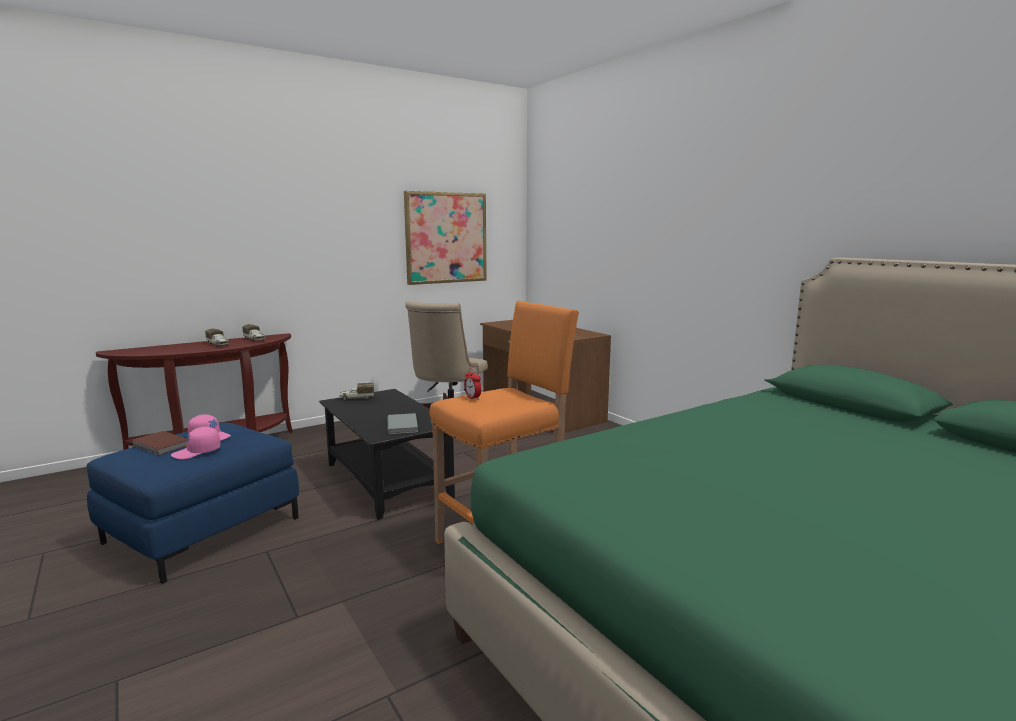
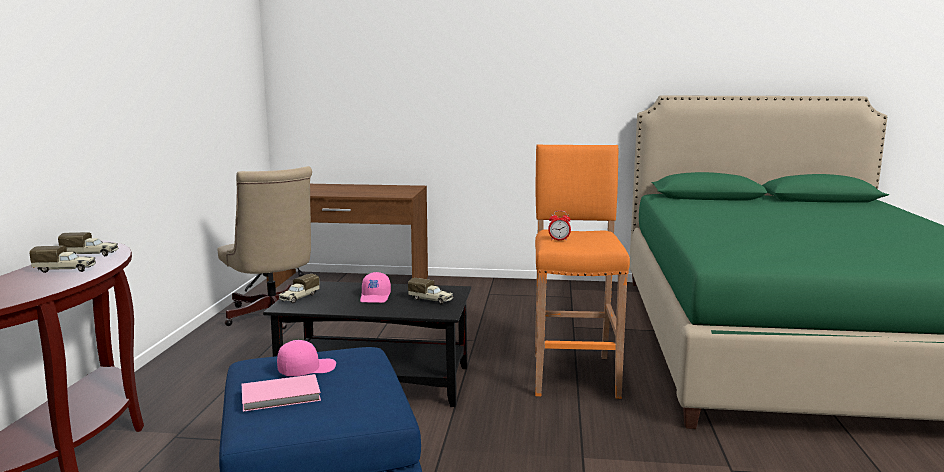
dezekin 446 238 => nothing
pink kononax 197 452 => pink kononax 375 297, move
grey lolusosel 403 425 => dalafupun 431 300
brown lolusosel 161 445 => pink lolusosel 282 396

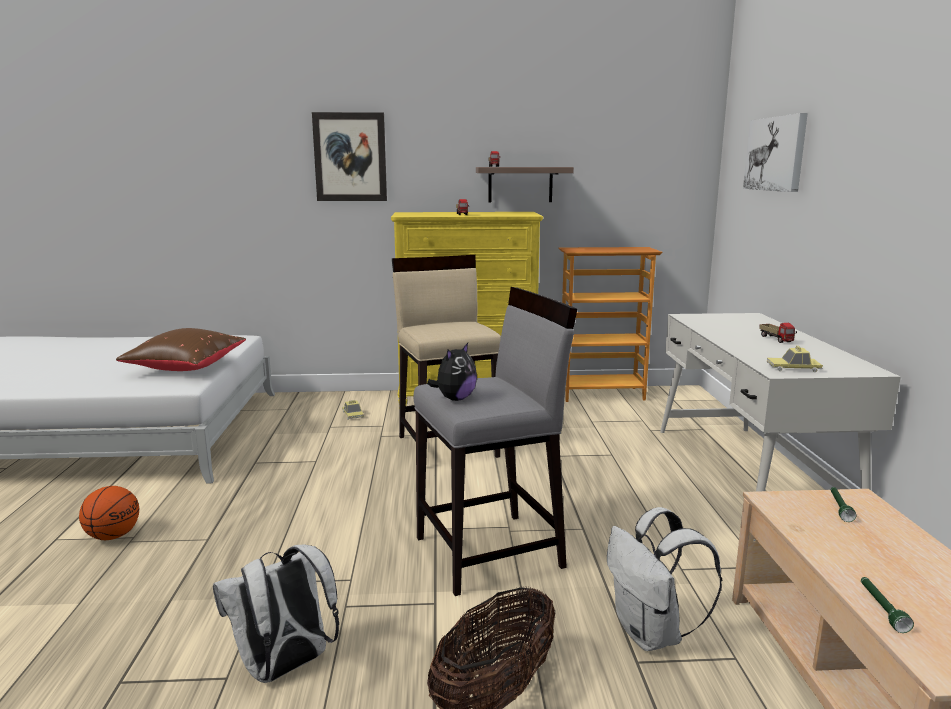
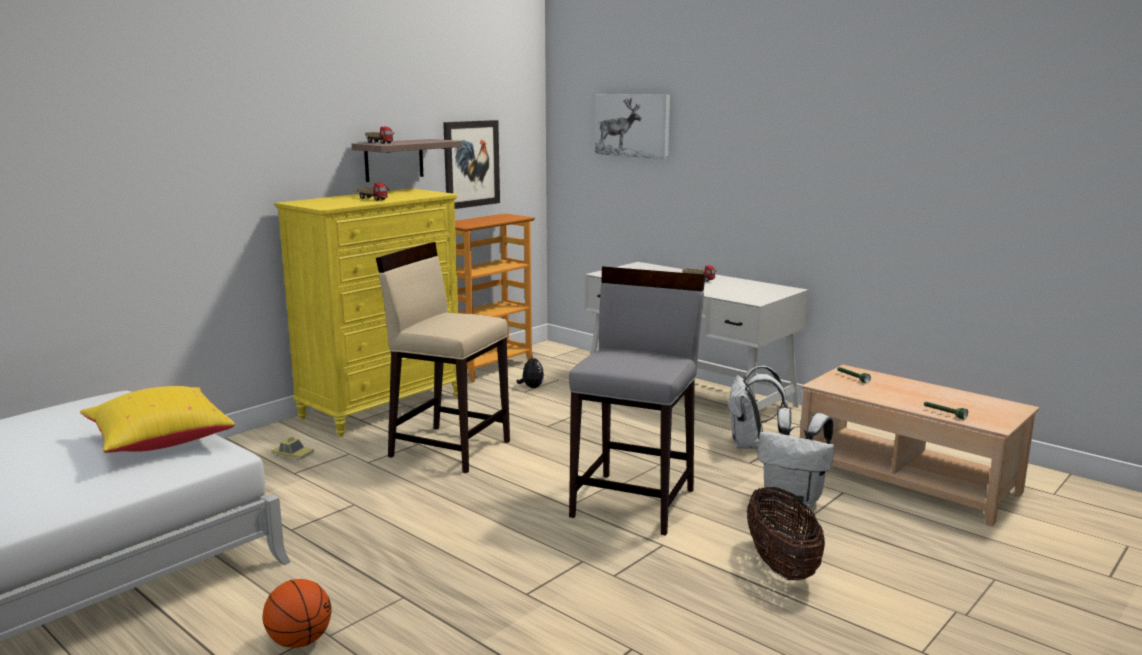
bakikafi 793 368 => nothing
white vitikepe 285 668 => white vitikepe 750 445, move
dezekin 350 157 => dezekin 471 164, move
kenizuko 455 399 => kenizuko 531 387, move
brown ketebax 185 368 => yellow ketebax 159 442

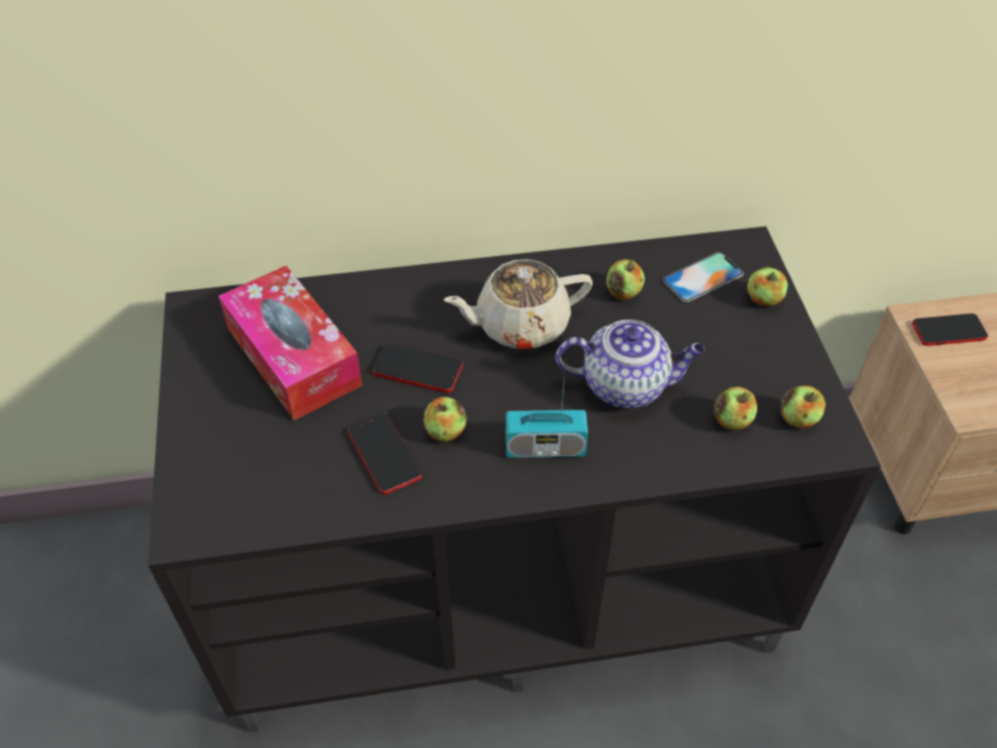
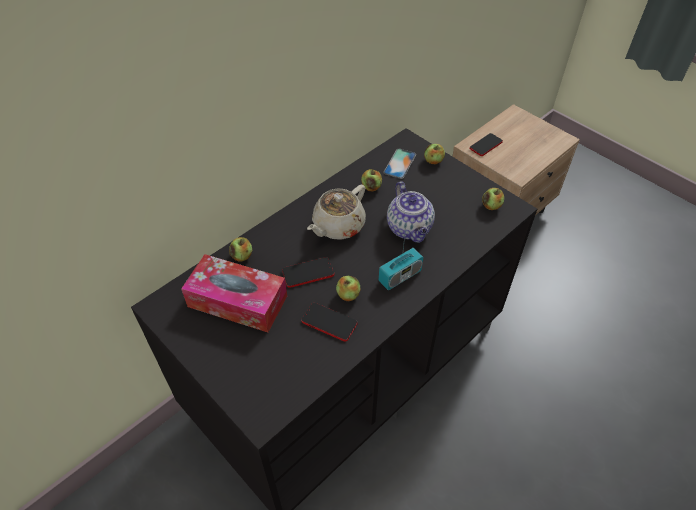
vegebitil 732 420 => vegebitil 242 256, move
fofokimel 626 385 => fofokimel 410 229, 105 degrees clockwise

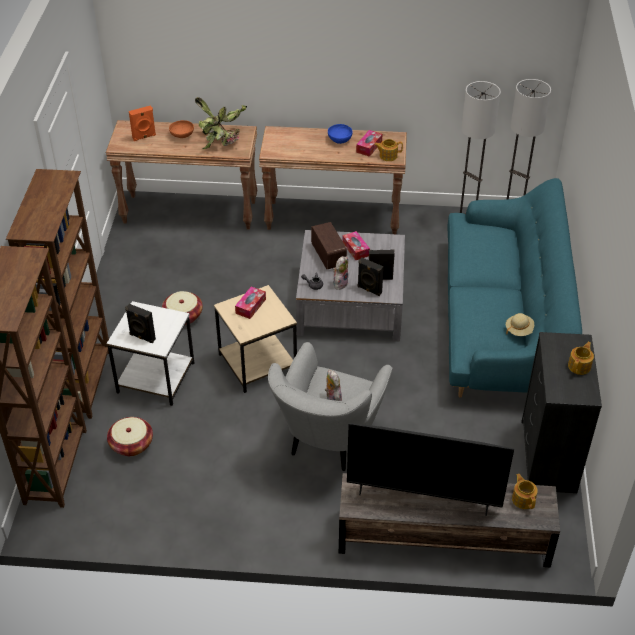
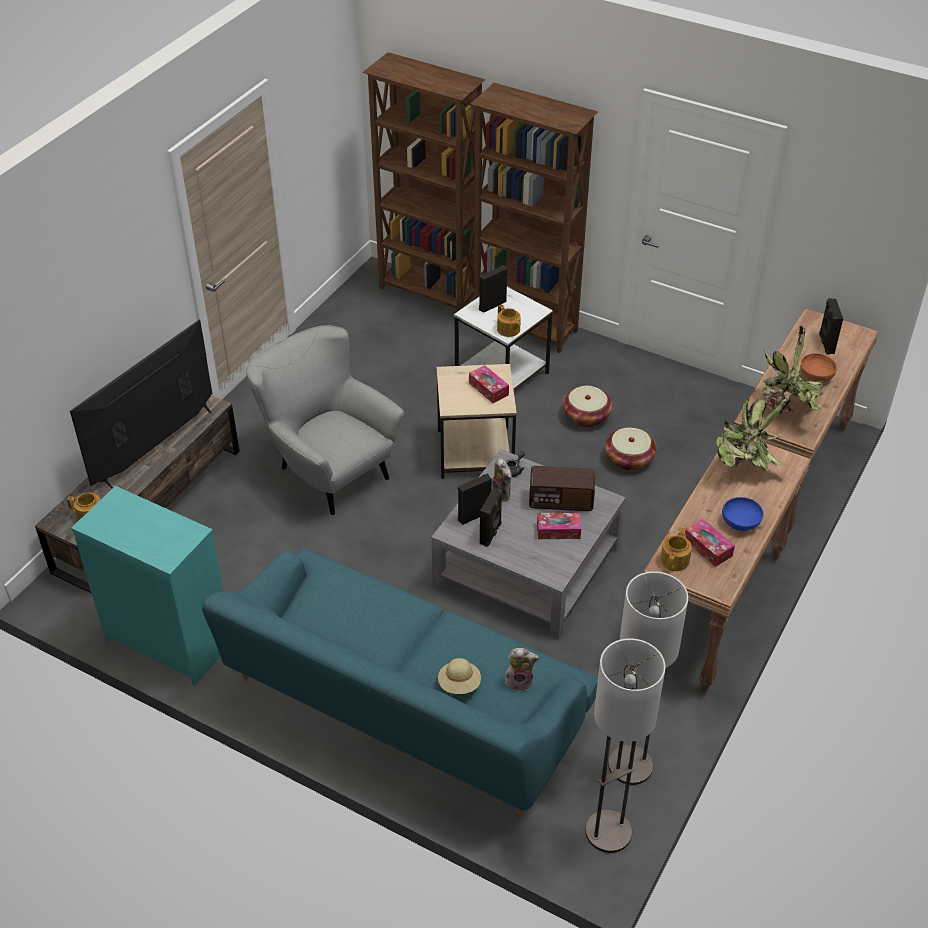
nothing => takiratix 744 466
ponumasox 131 444 => ponumasox 629 459, move
kenizuko 332 399 => kenizuko 520 681, move
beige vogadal 519 330 => beige vogadal 459 684, move
fofokimel 580 366 => fofokimel 508 330, move
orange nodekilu 144 137 => black nodekilu 825 344
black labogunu 547 456 => turquoise labogunu 170 640

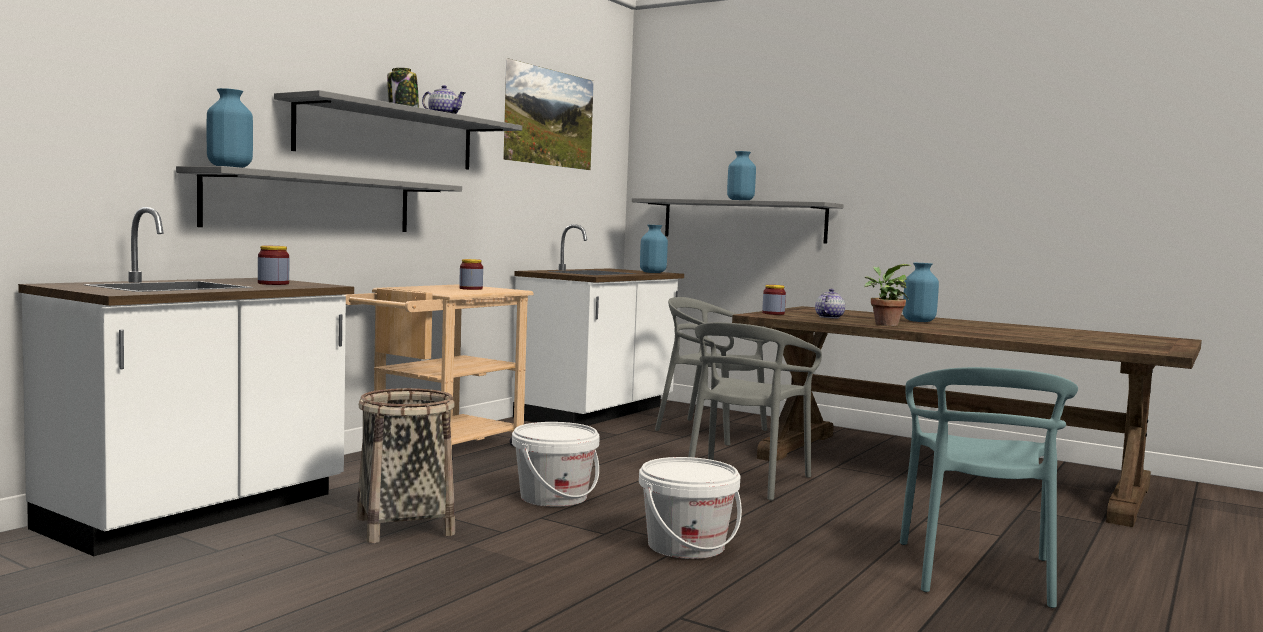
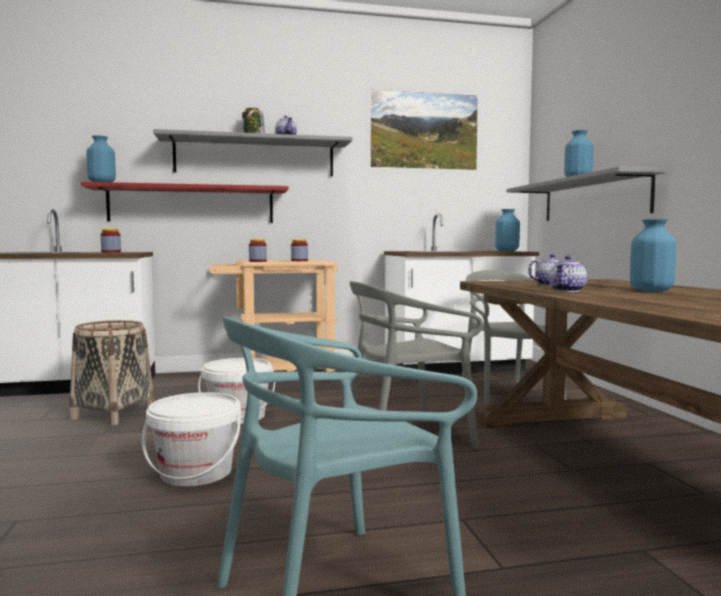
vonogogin 773 313 => vonogogin 257 261, move
takiratix 884 324 => fofokimel 568 291
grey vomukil 312 203 => red vomukil 192 205

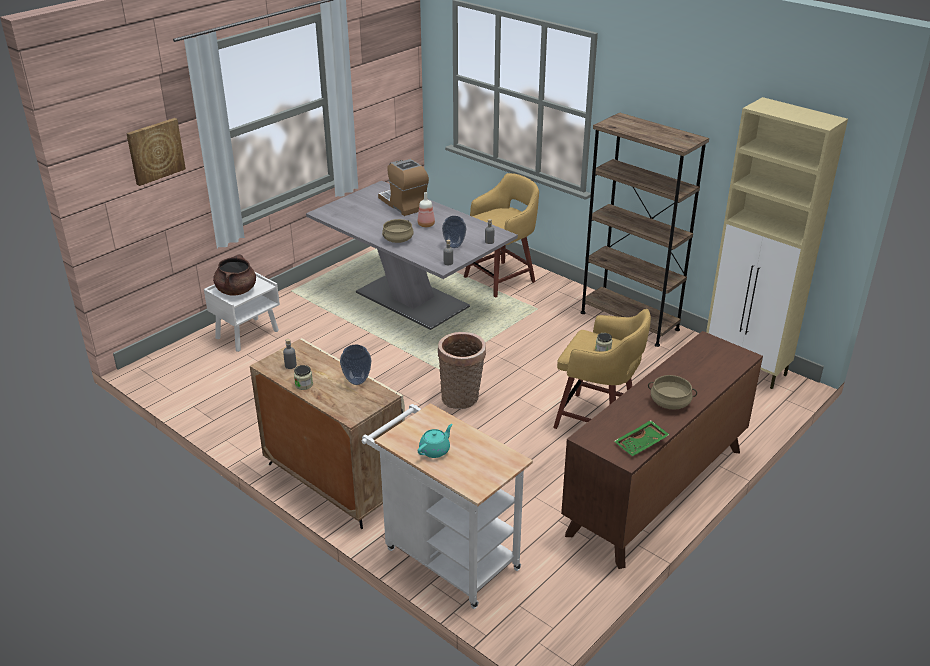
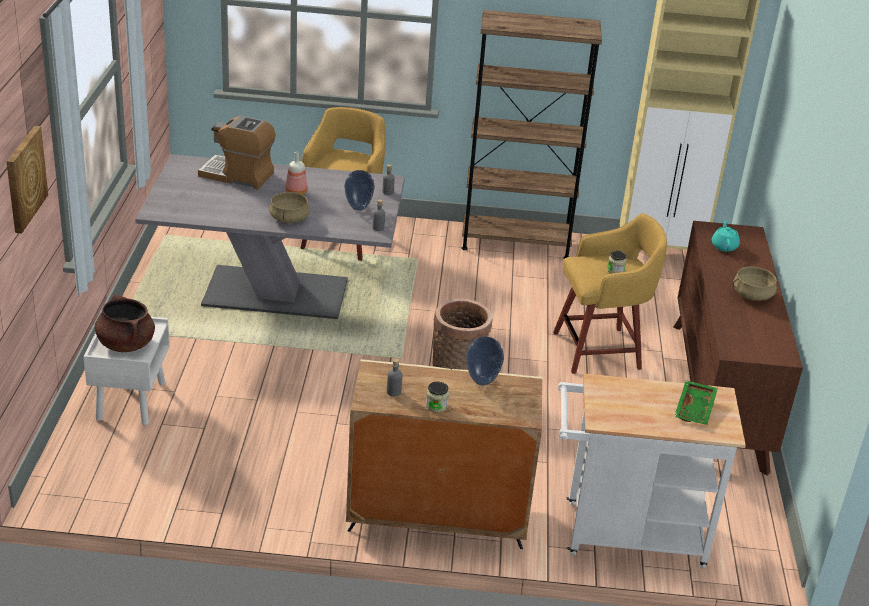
turquoise fofokimel 435 450 => turquoise fofokimel 724 246, move
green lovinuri 641 444 => green lovinuri 695 409, move

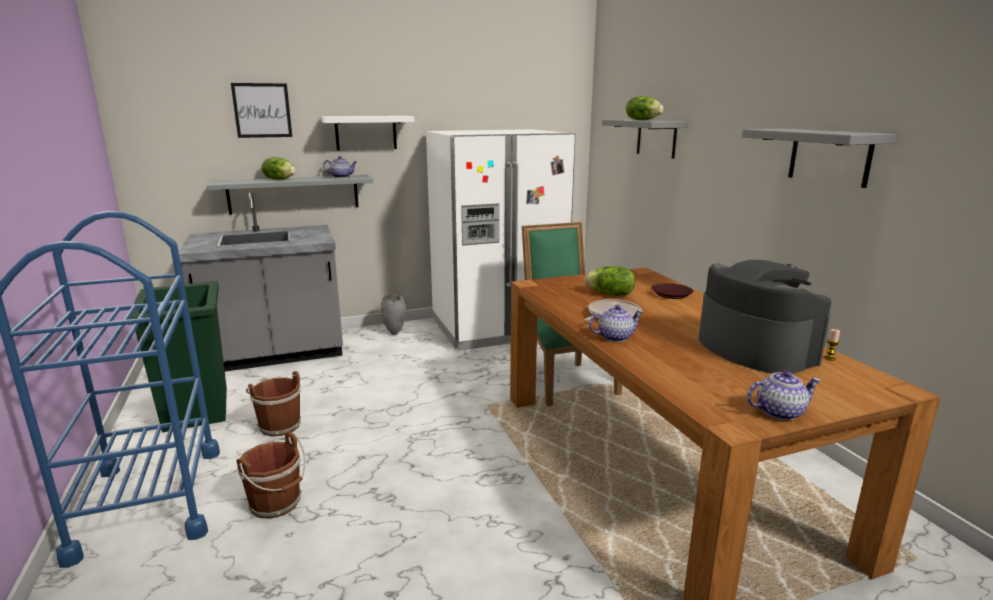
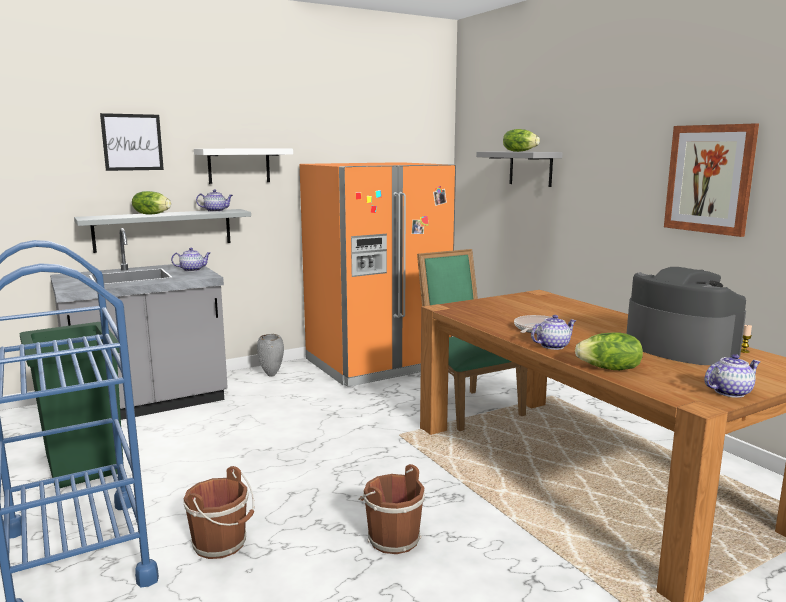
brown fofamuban 671 294 => nothing
nothing => fofokimel 192 270
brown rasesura 279 425 => brown rasesura 391 538, move
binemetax 610 294 => binemetax 609 369, move
grey vomukil 829 156 => dezekin 709 179
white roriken 497 328 => orange roriken 377 364

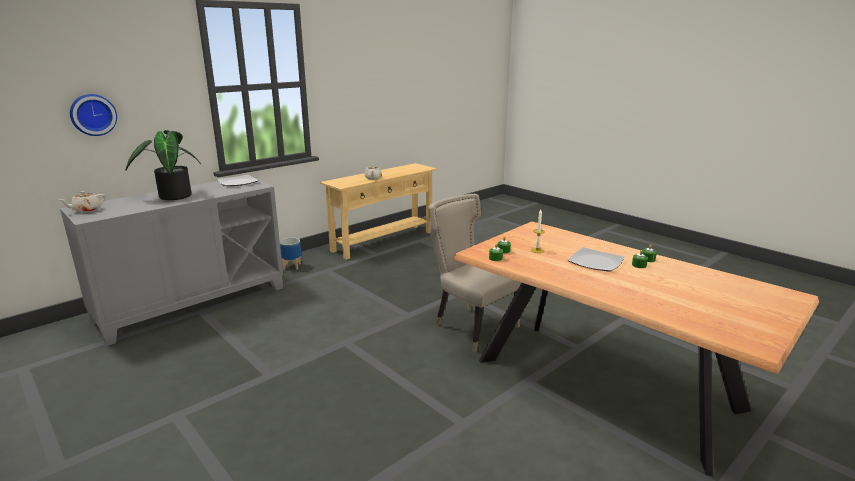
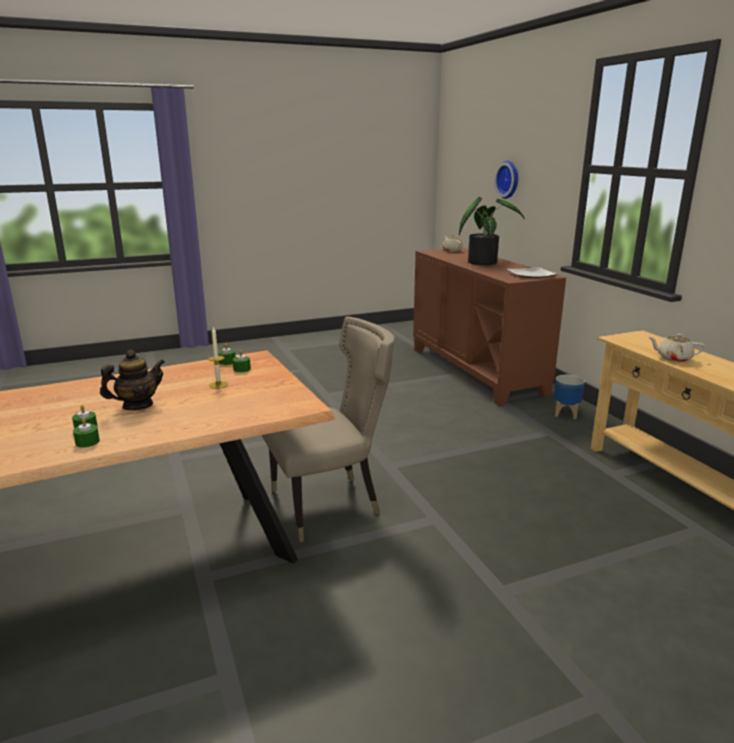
fofamuban 595 262 => fofokimel 137 405
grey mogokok 192 303 => brown mogokok 476 371

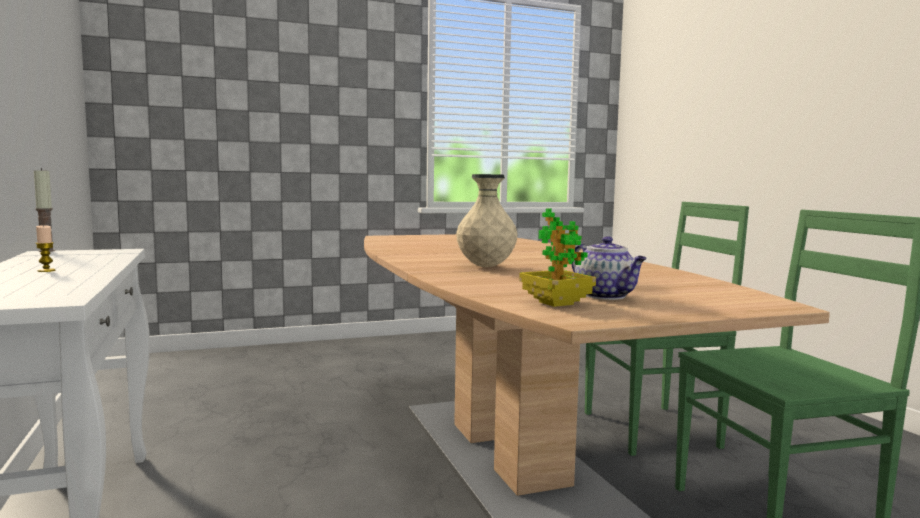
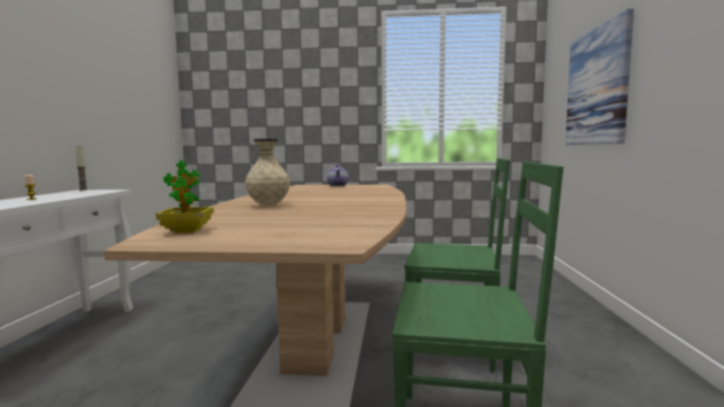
nothing => dezekin 597 87
fofokimel 606 296 => fofokimel 338 185, move

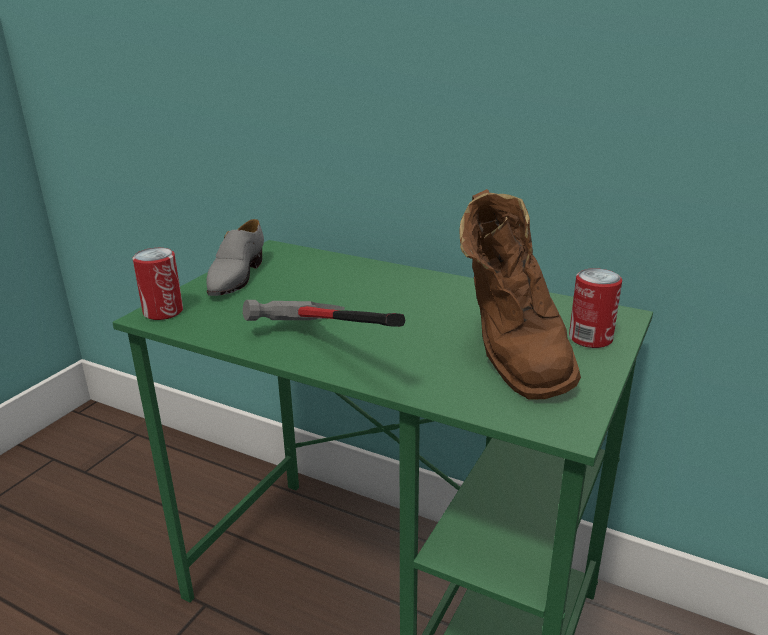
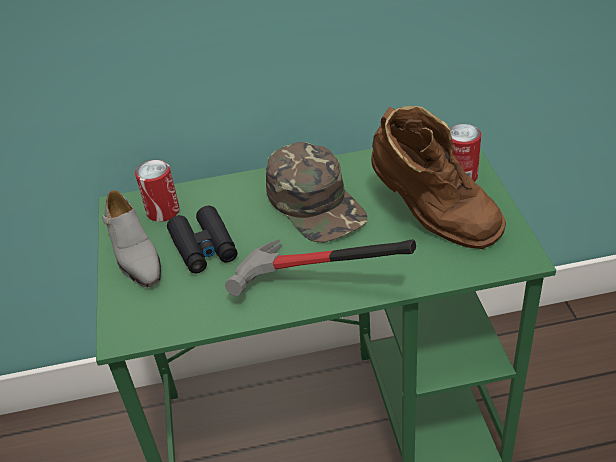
nothing => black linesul 204 247
nothing => green kononax 316 203
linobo 163 312 => linobo 163 211, move

